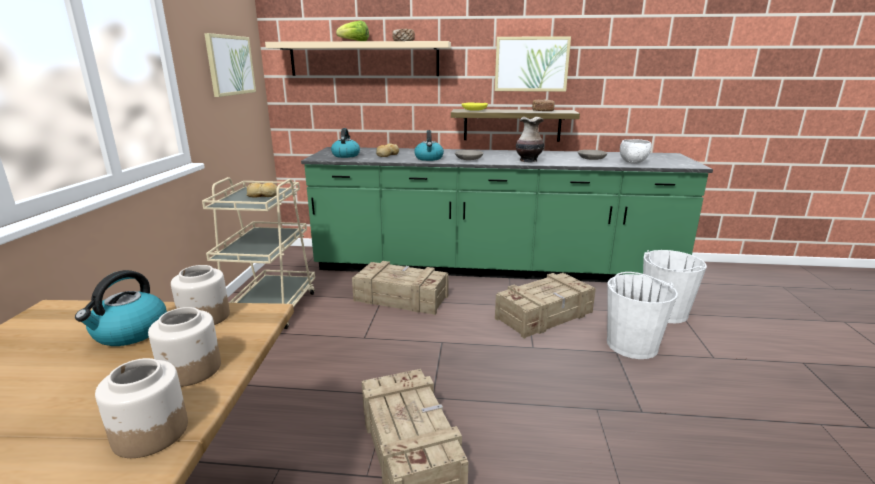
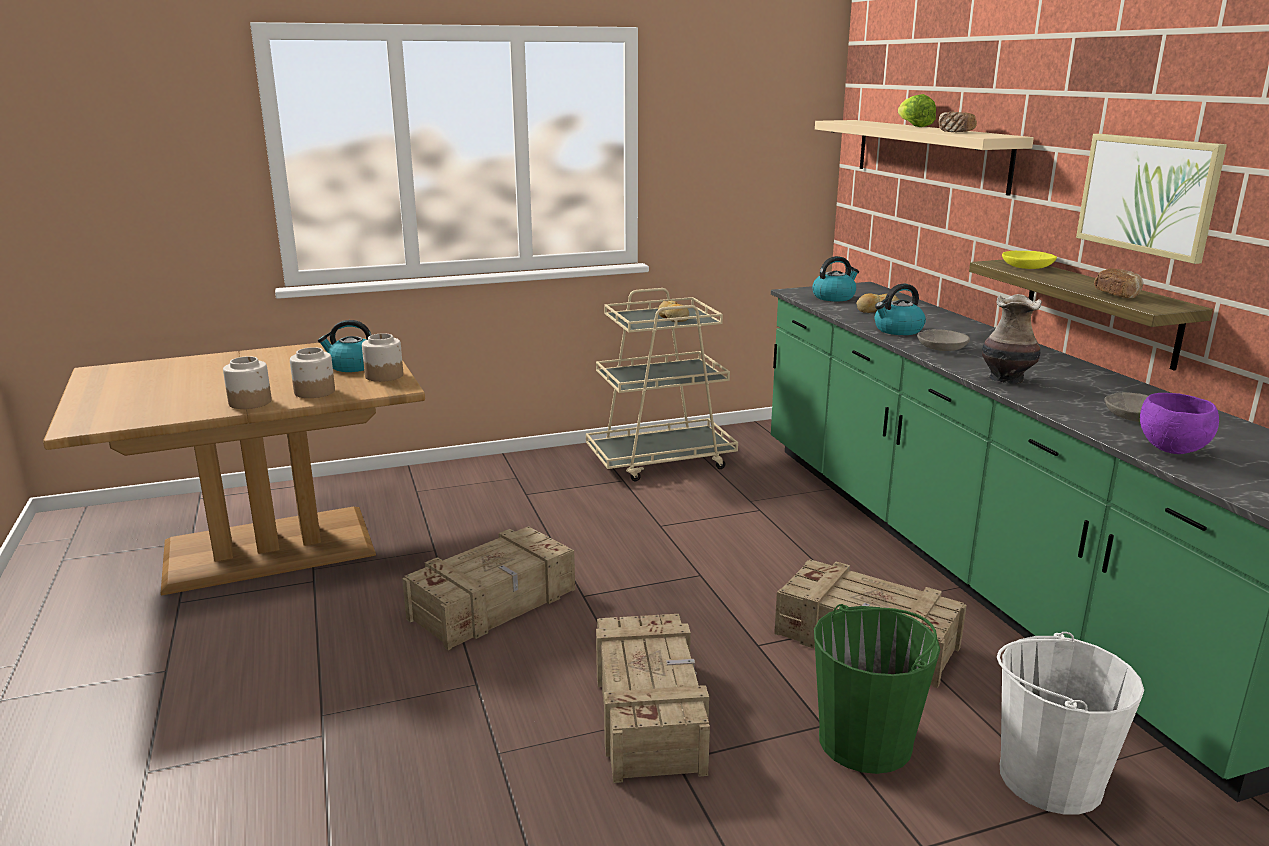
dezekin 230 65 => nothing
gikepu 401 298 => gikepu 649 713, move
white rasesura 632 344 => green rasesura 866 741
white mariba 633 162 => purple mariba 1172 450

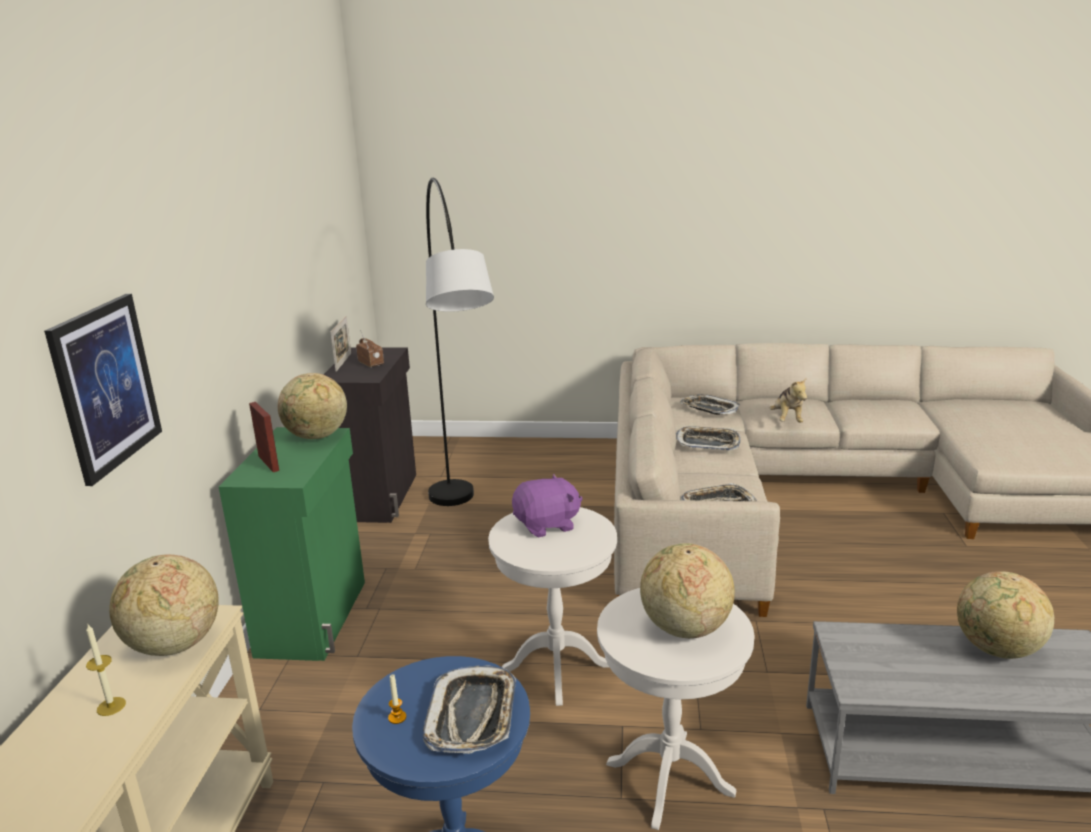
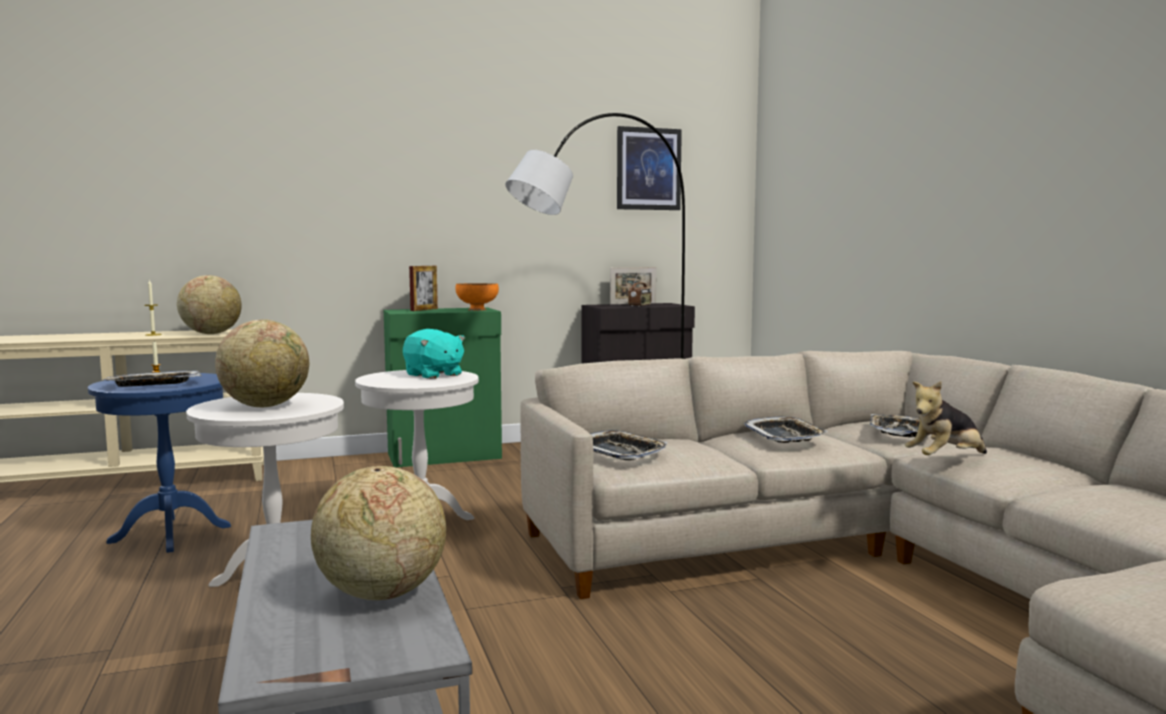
dezekin 106 386 => dezekin 648 169, move
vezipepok 317 436 => orange mariba 477 310
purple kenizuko 547 525 => turquoise kenizuko 433 375

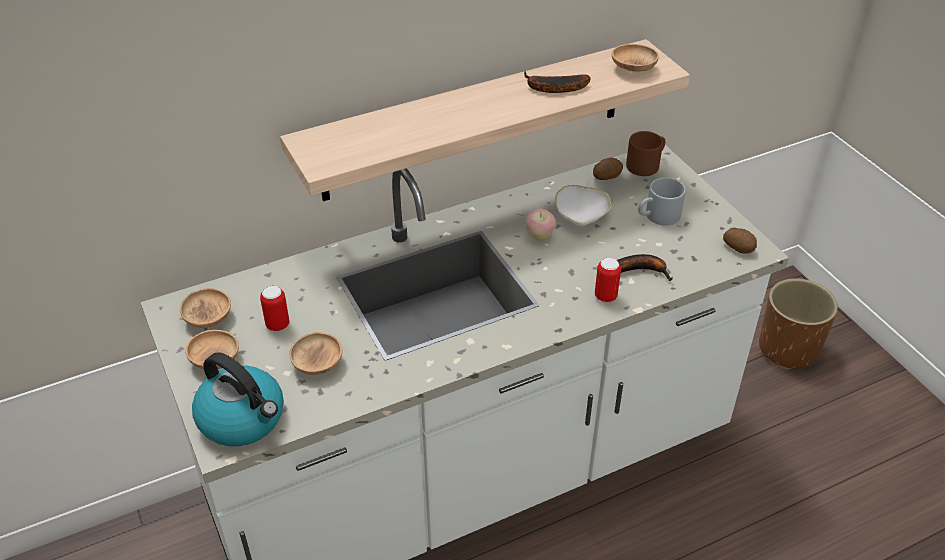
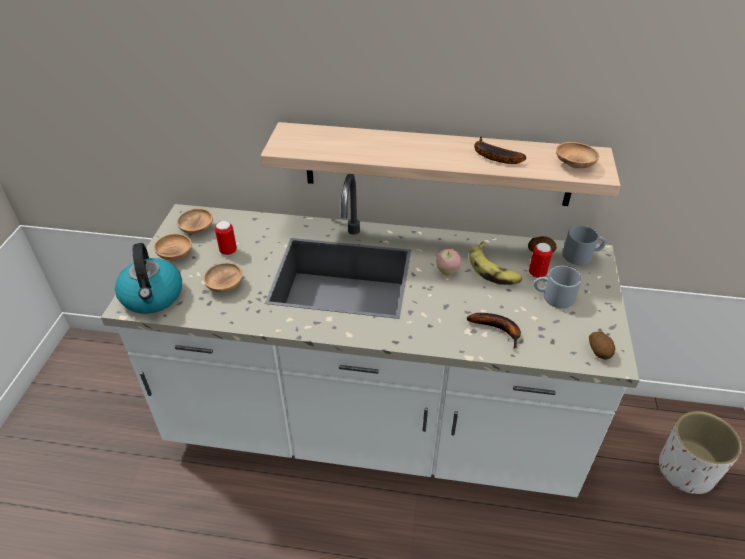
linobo 605 296 => linobo 537 273, move
white mariba 581 215 => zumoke 493 270
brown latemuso 646 164 => grey latemuso 582 255
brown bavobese 788 348 => white bavobese 686 470

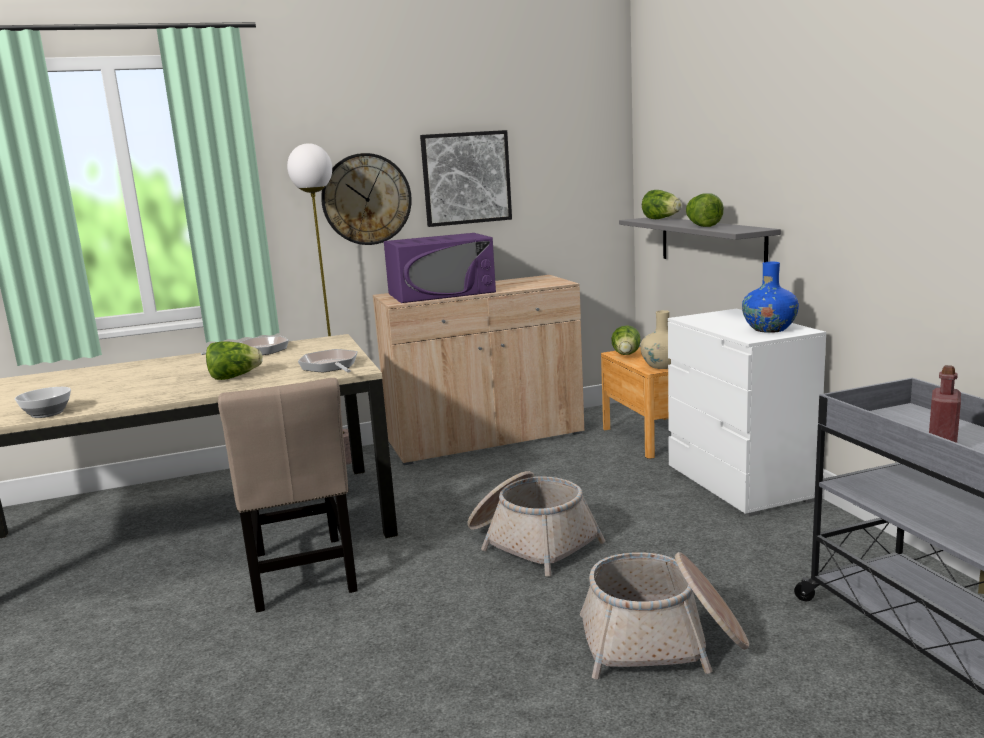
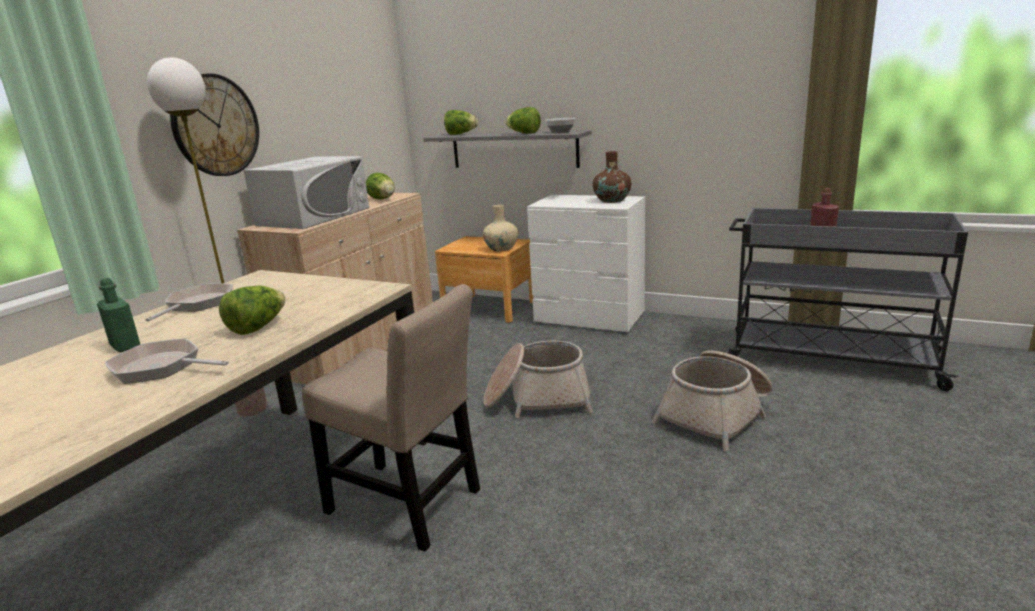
dezekin 466 178 => nothing
nothing => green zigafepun 125 346
mariba 46 413 => mariba 560 132, move
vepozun 330 366 => vepozun 161 368, move
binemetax 626 355 => binemetax 383 199, move
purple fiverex 441 293 => white fiverex 315 216
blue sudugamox 769 329 => brown sudugamox 612 200

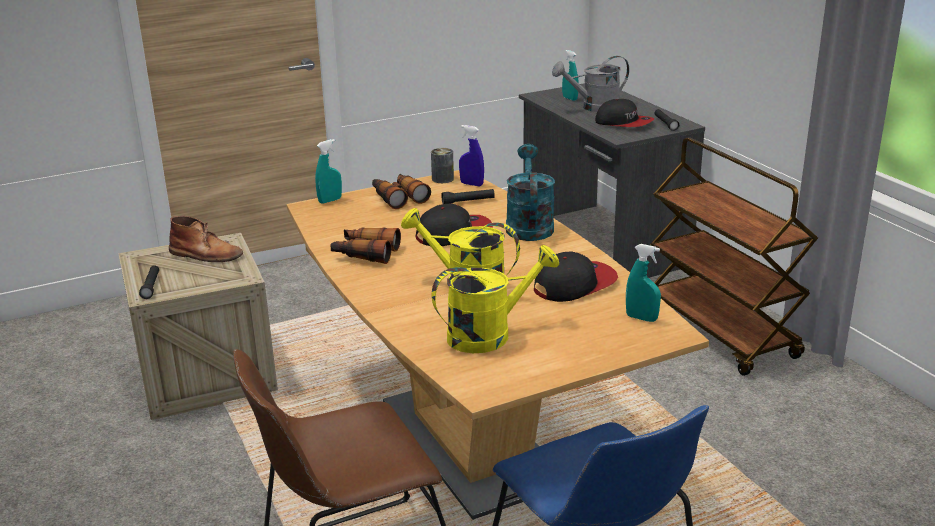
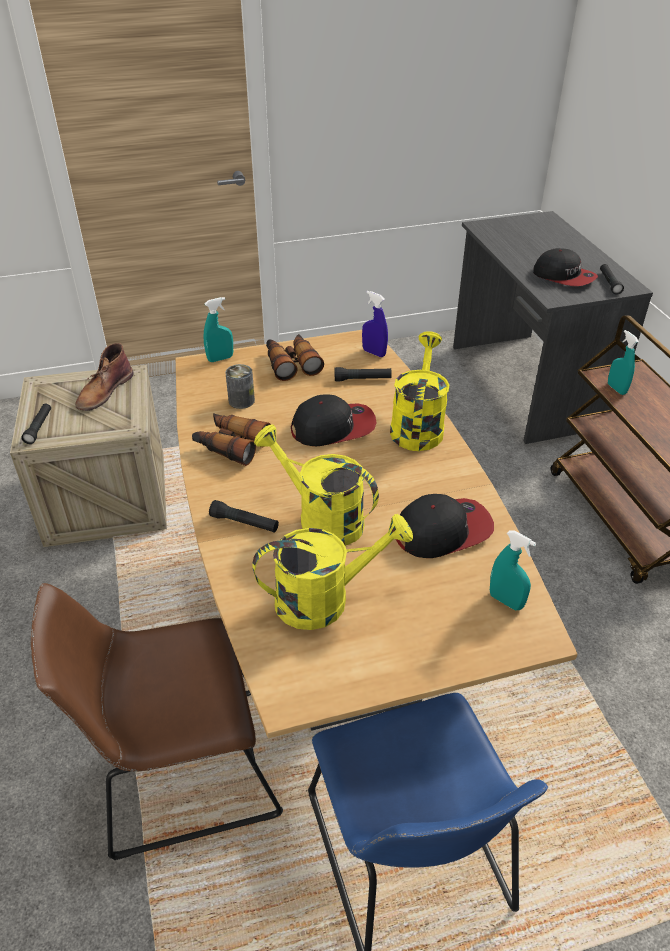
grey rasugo 594 107 => nothing
nothing => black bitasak 244 523
linobo 442 179 => linobo 241 401, move
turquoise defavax 570 98 => turquoise defavax 616 389, move
turquoise rasugo 528 225 => yellow rasugo 417 425
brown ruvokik 206 255 => brown ruvokik 104 391, 90 degrees clockwise

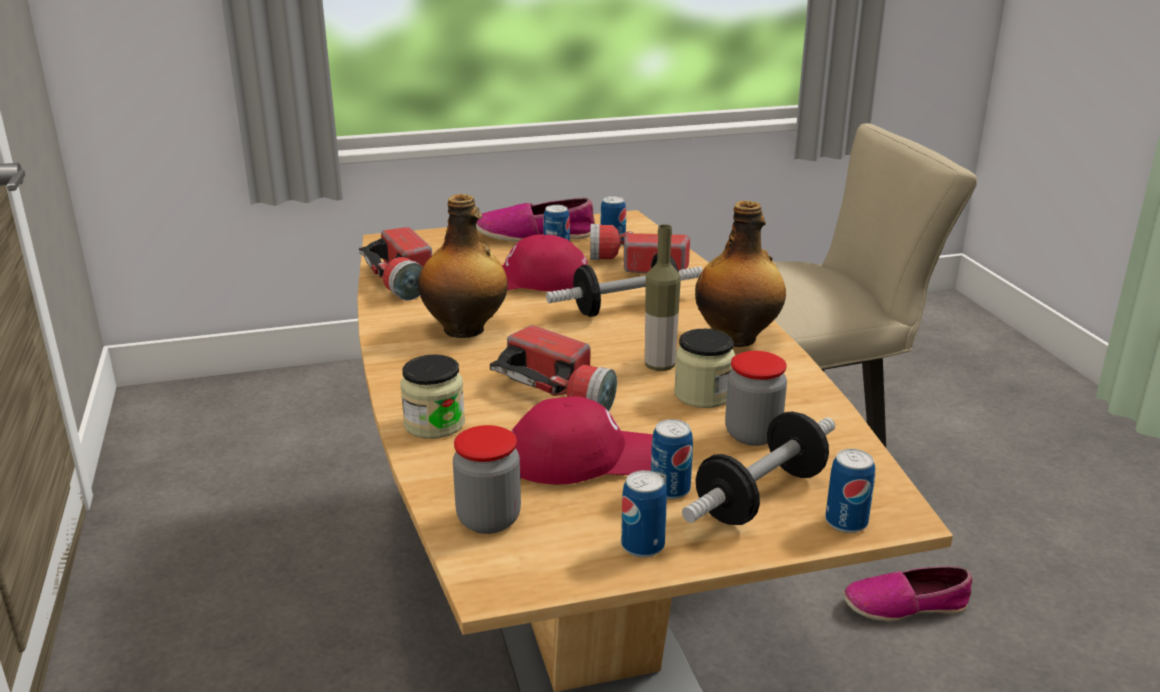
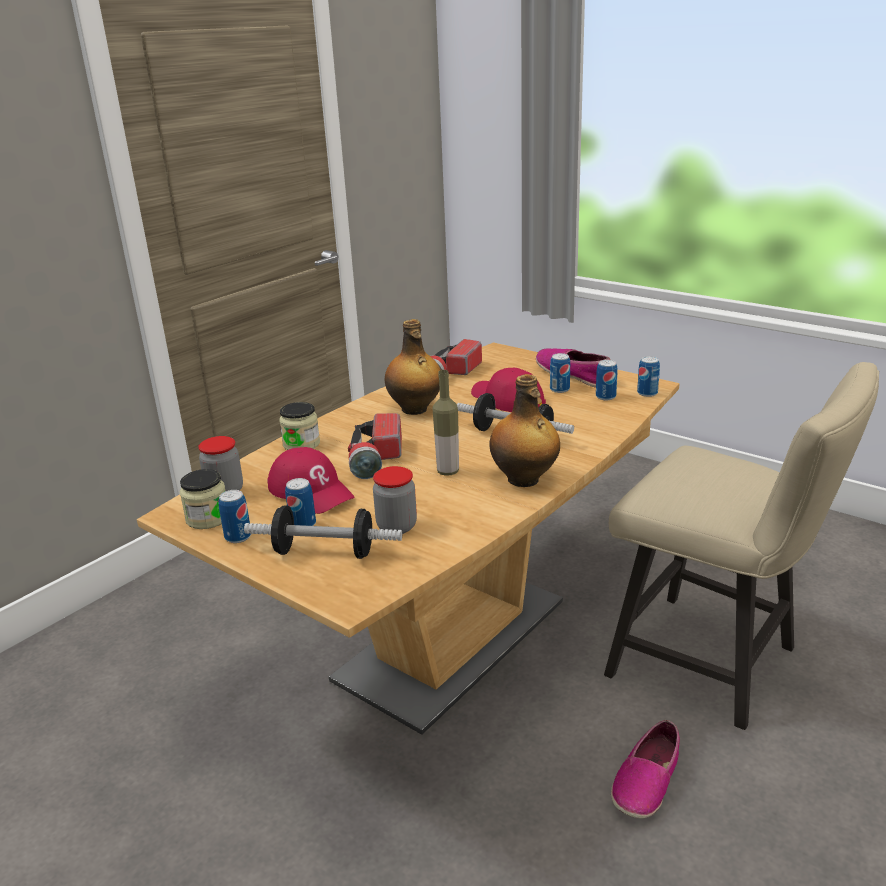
bitasak 637 264 => nothing
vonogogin 703 394 => vonogogin 208 518, move
linobo 846 522 => linobo 647 393, move
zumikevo 905 605 => zumikevo 646 781, 105 degrees counterclockwise

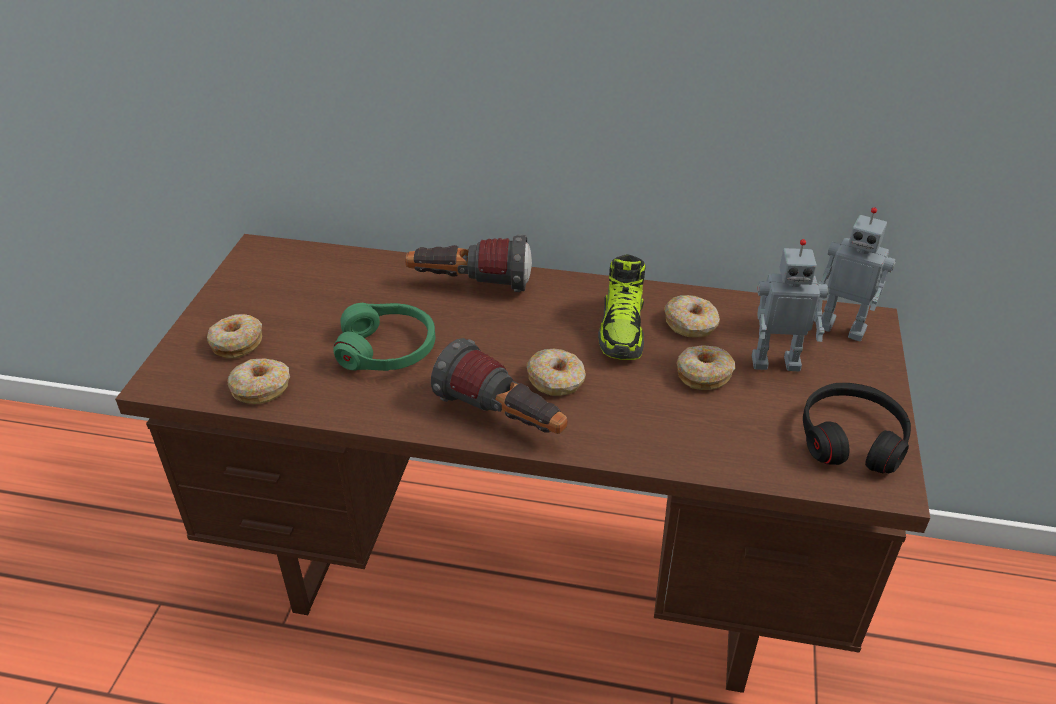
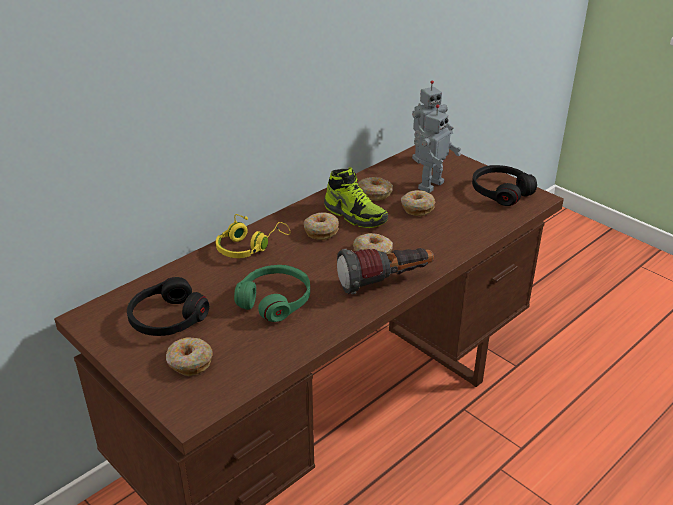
nothing => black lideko 167 318
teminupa 261 388 => teminupa 321 231, move
bitasak 469 285 => yellow lideko 249 246

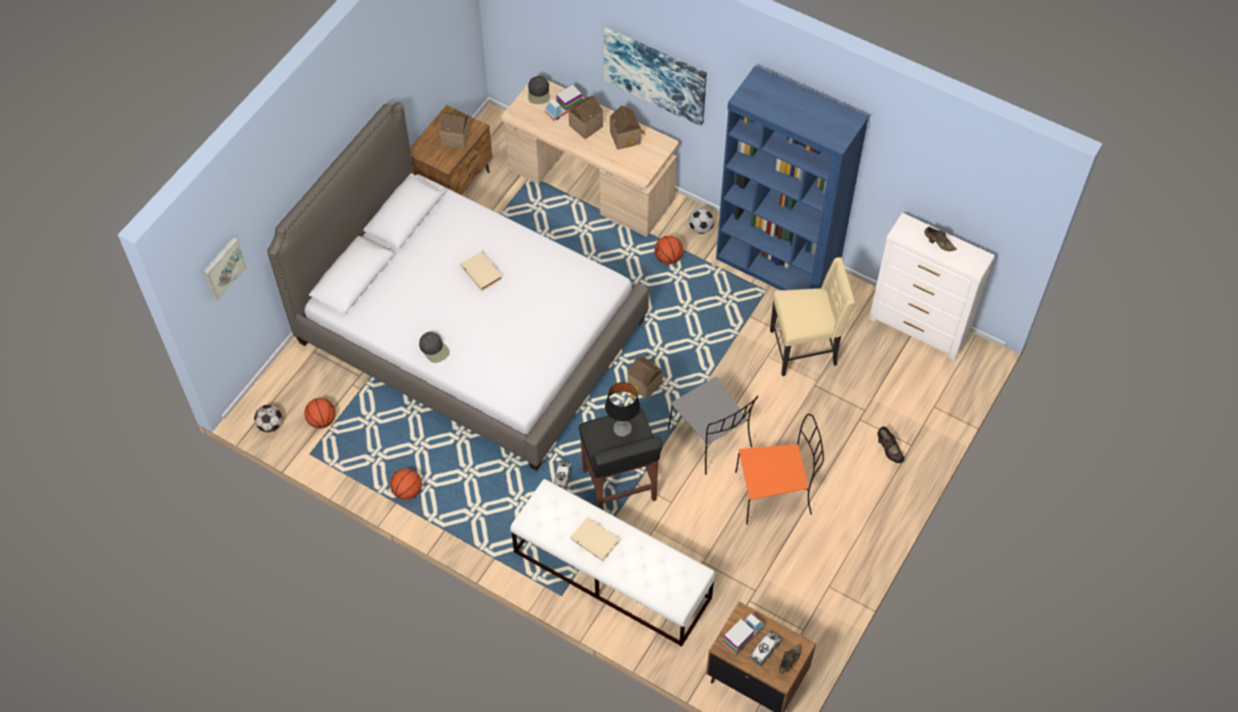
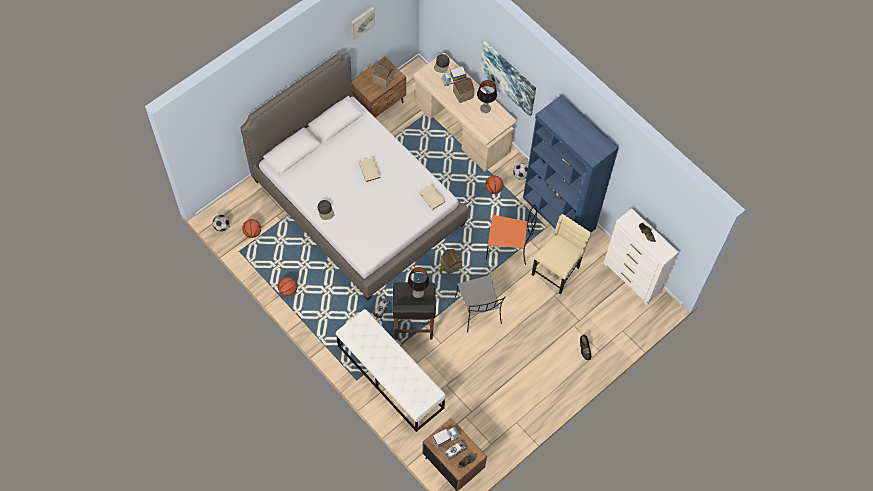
dezekin 222 268 => dezekin 362 22, move
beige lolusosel 595 540 => beige lolusosel 432 198, move
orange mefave 775 493 => orange mefave 509 246, move
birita 626 137 => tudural 485 108
beige mefave 805 348 => beige mefave 557 271, 60 degrees counterclockwise

